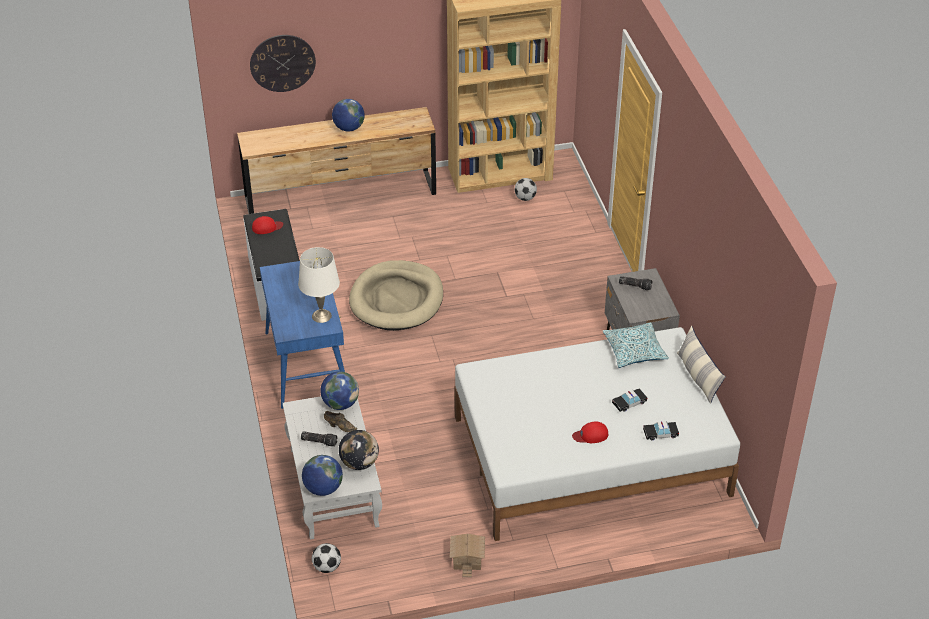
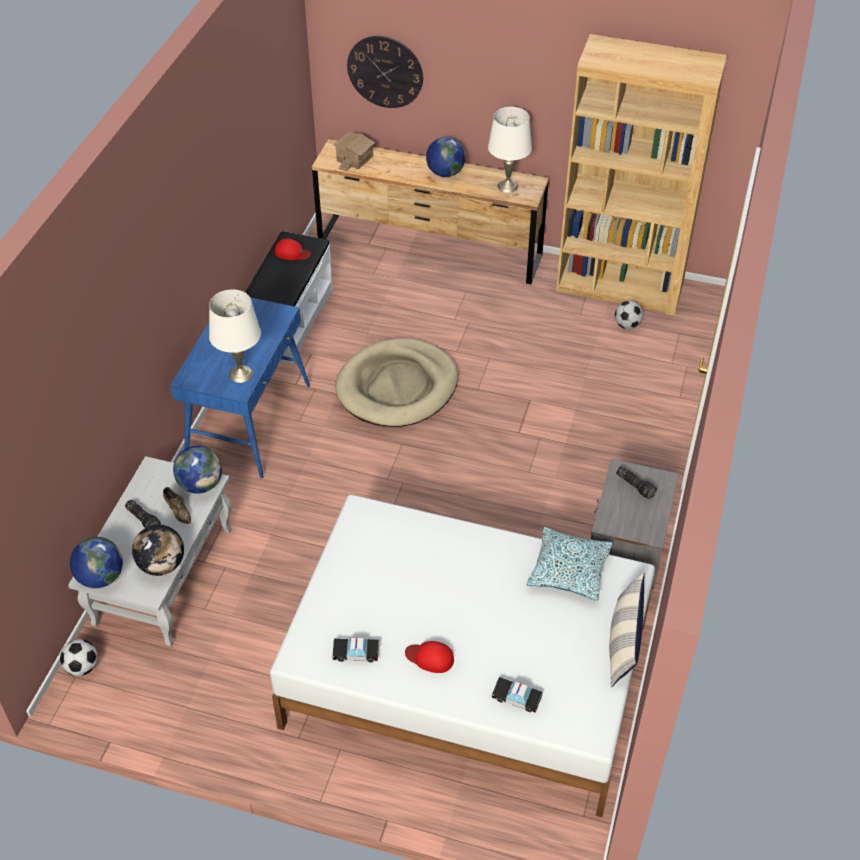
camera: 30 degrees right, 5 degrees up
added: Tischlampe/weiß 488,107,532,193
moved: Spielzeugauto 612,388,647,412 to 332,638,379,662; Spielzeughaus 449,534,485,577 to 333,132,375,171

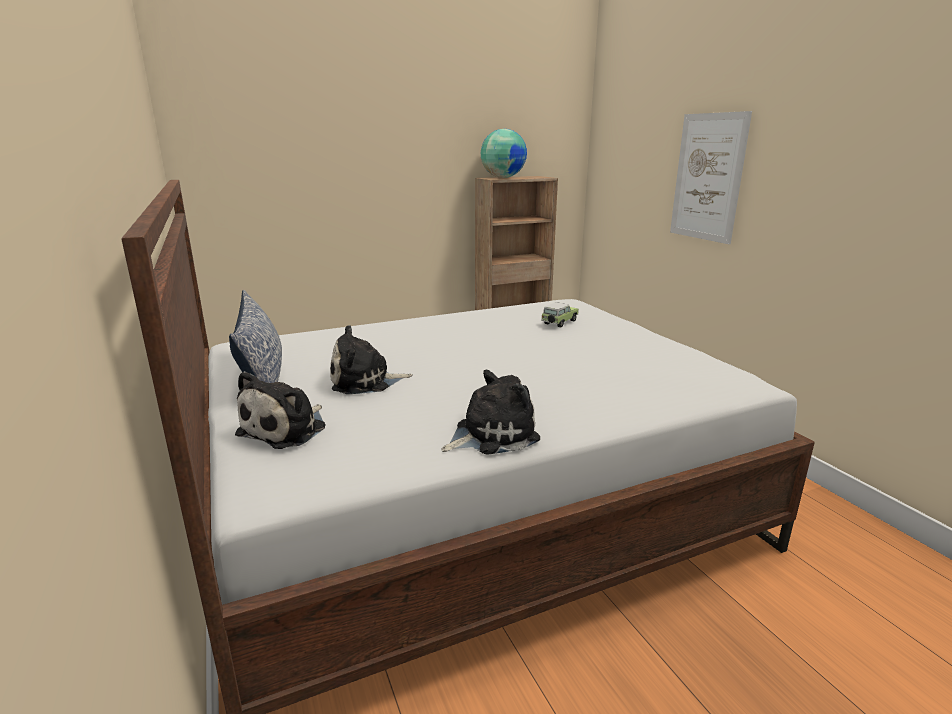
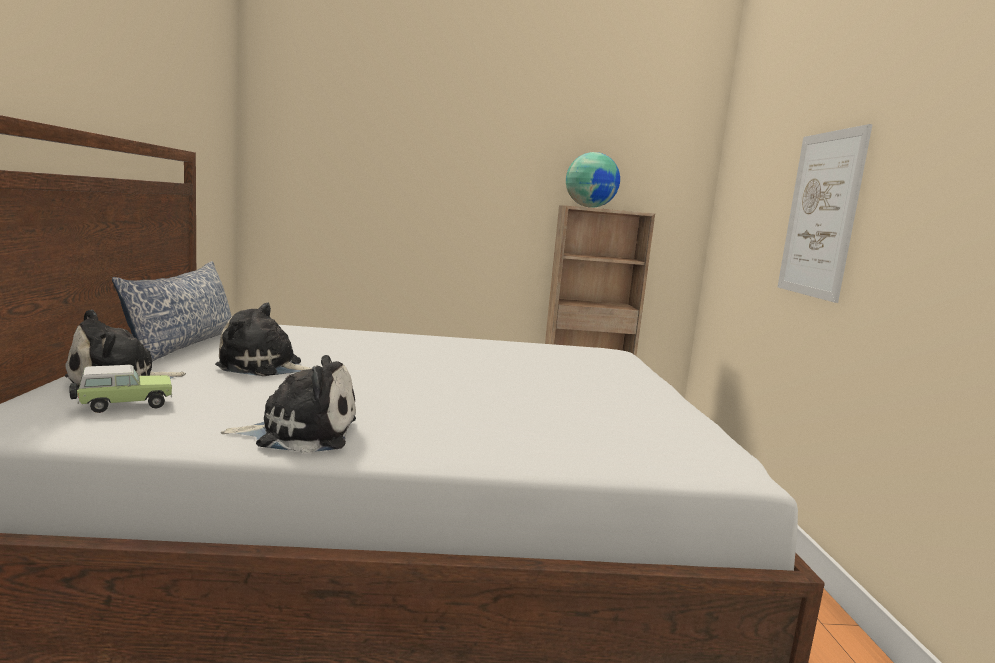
camera: 20 degrees right, 10 degrees down
moved: Spielzeugauto 541,302,579,328 to 70,365,172,413

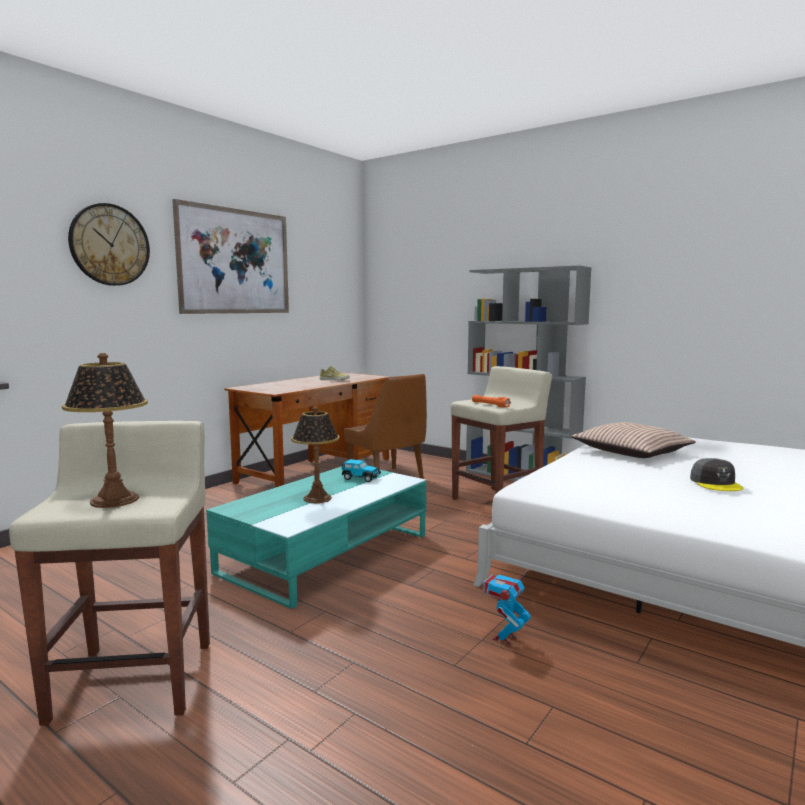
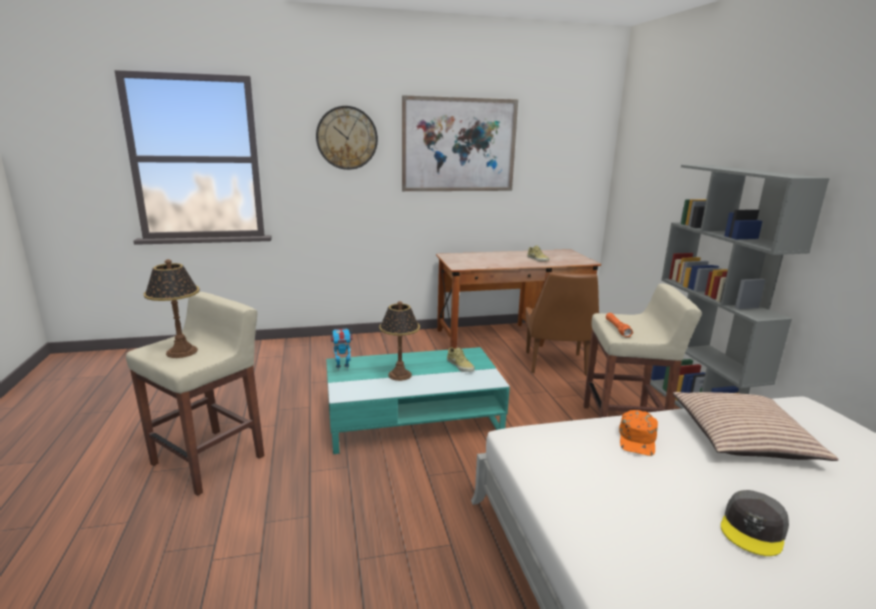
camera: 40 degrees right, 10 degrees up
added: Kappe/orange 619,410,658,456
moved: Spielzeugroboter 483,569,531,644 to 331,329,352,370
replaced: Spielzeugauto 342,459,381,482 to Schuh/beige 447,348,475,372

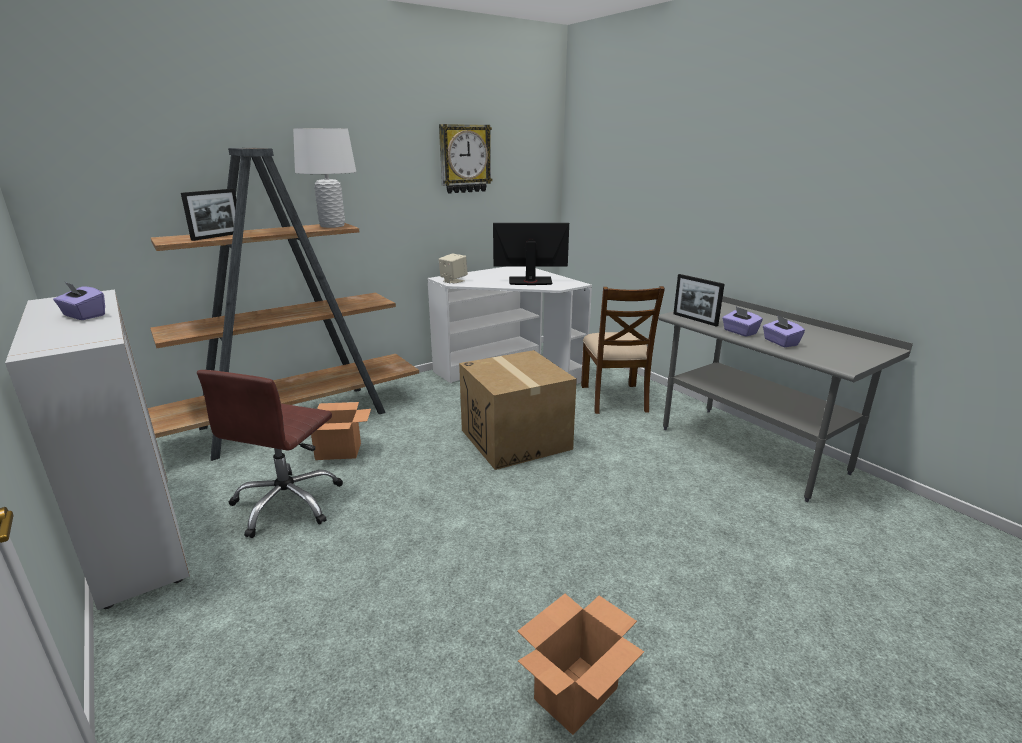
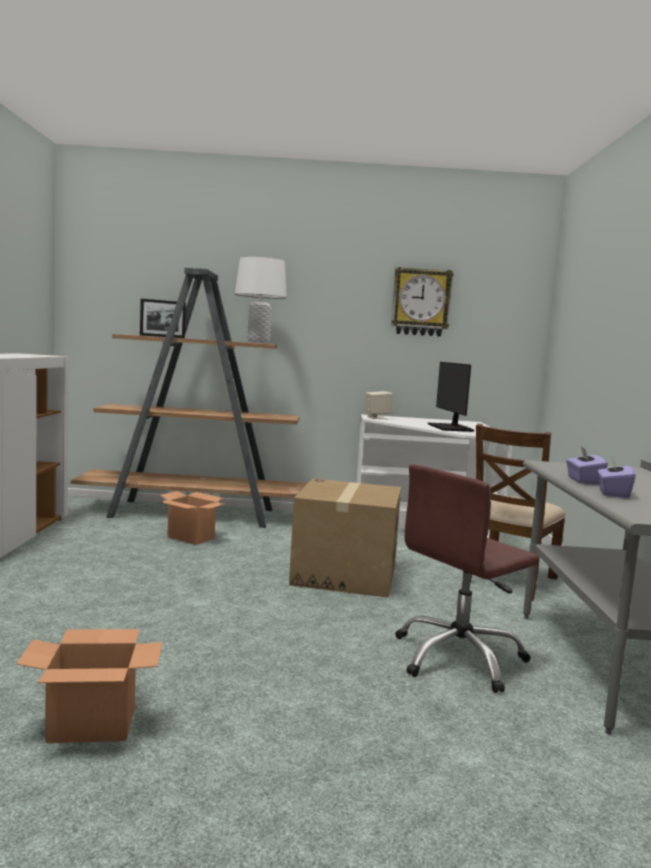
camera: 35 degrees right, 15 degrees down
removed: Taschentuchbox/lila 53,282,105,320; Bilderrahmen 673,274,725,327
moved: Bürostuhl/braun 197,370,343,538 to 395,464,540,693
turned: Monitor 493,223,569,285 = 427,362,474,432 135 degrees counterclockwise

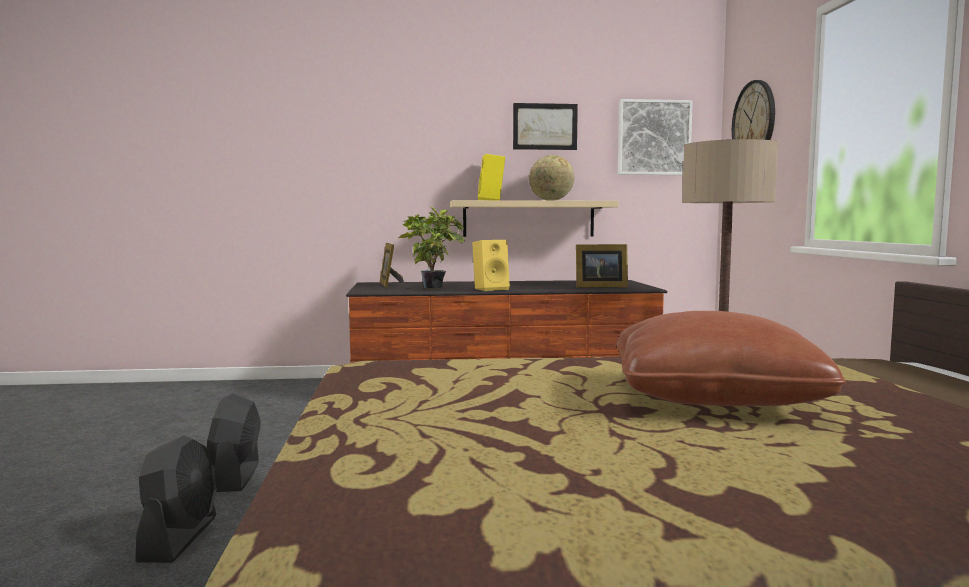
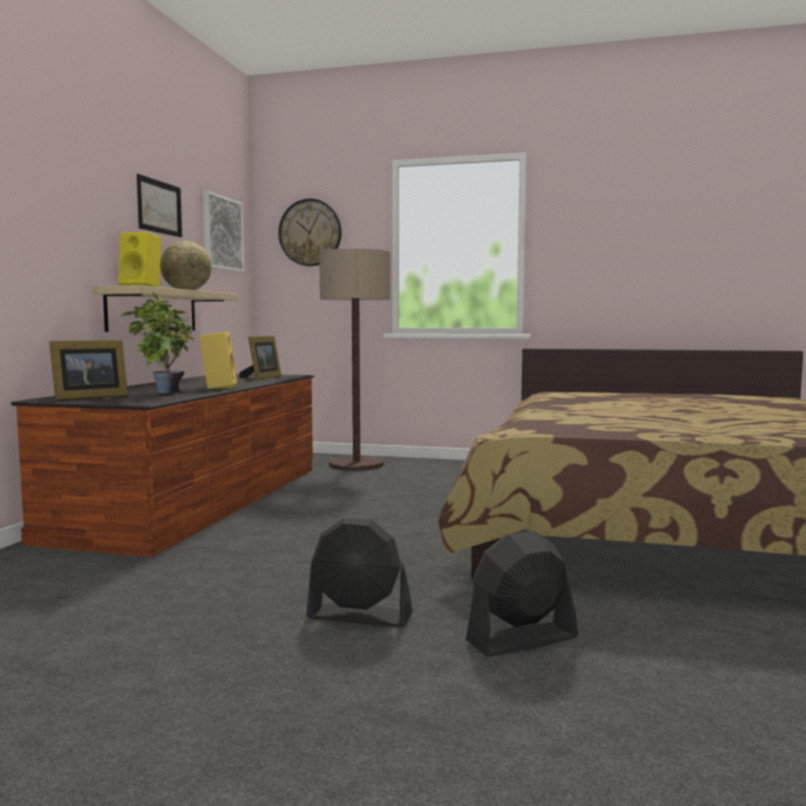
camera: 70 degrees left, 0 degrees up
removed: Kissen/braun 616,311,846,406
turned: Bilderrahmen 380,243,404,288 = 49,340,128,400 45 degrees counterclockwise; Ventilator/schwarz 135,435,217,563 = 466,531,578,657 45 degrees counterclockwise

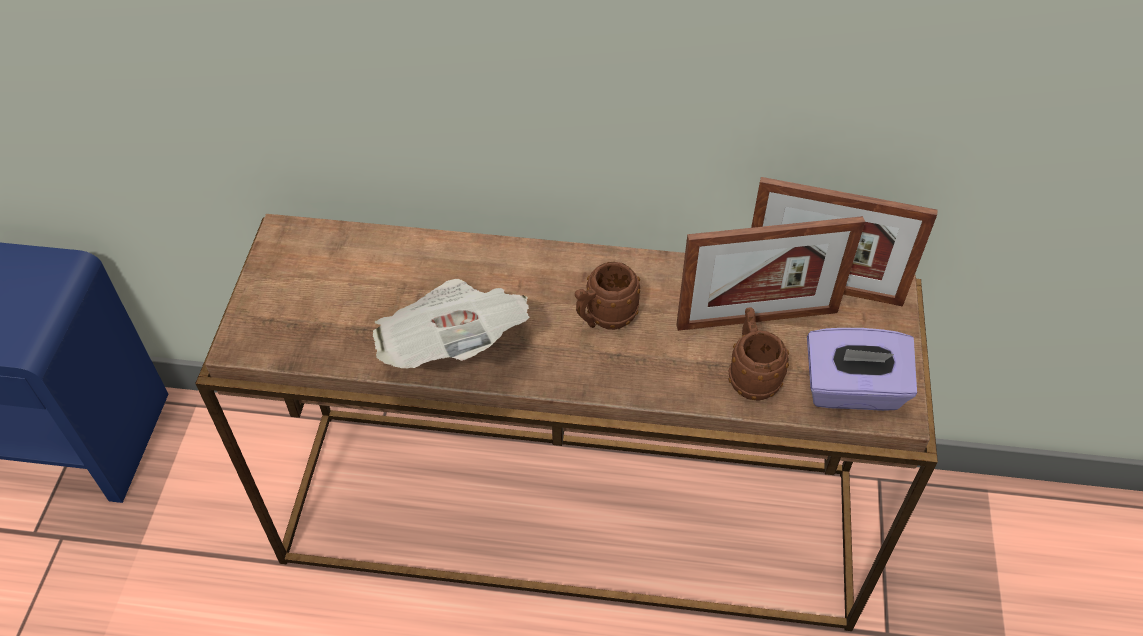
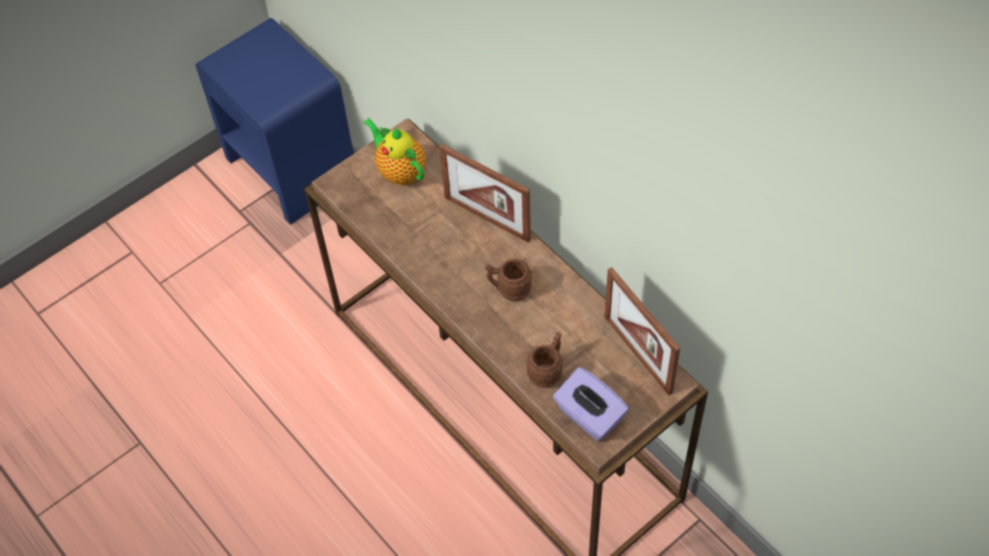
camera: 45 degrees right, 5 degrees up
removed: Zeitung 373,279,529,368
added: Teekanne 363,118,426,185
moved: Bilderrahmen 676,216,865,331 to 439,144,531,242

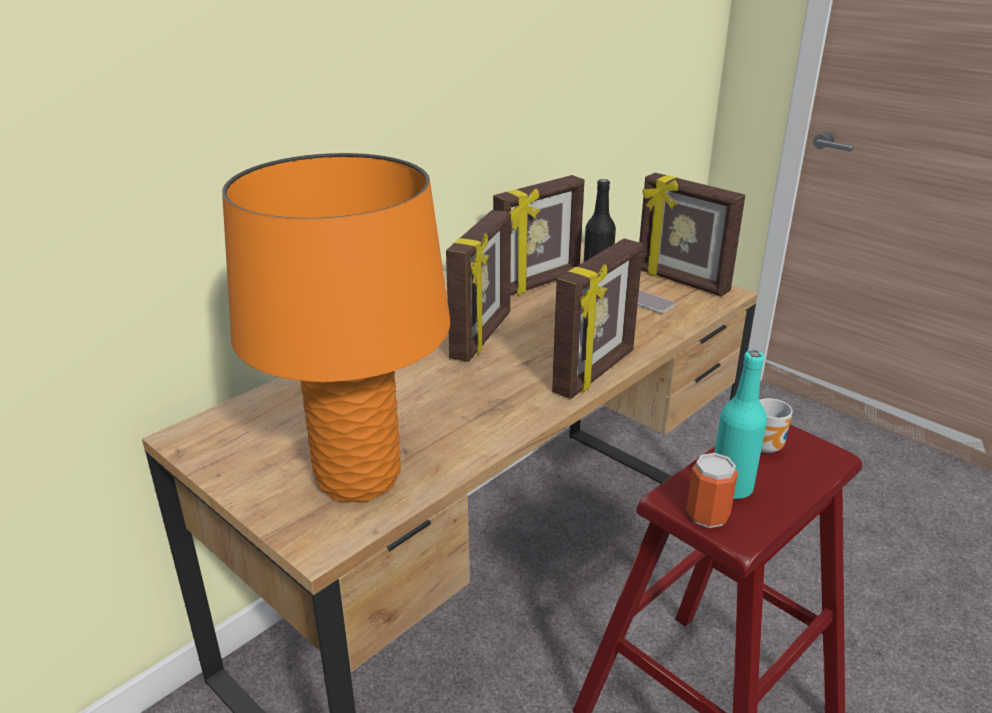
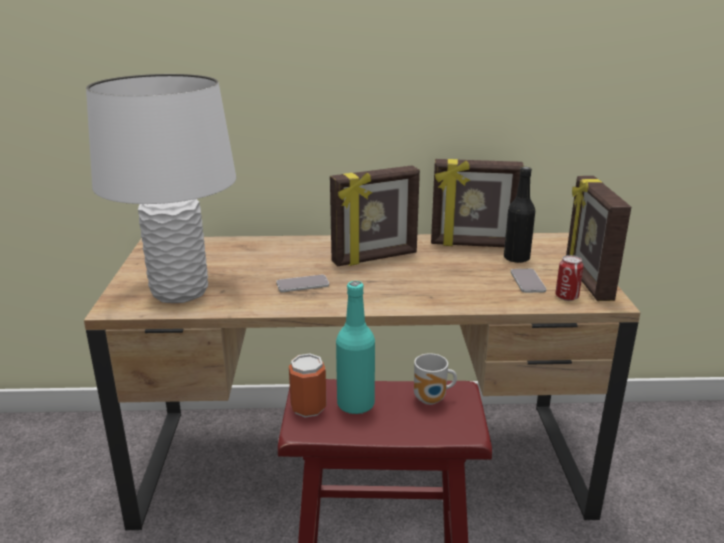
camera: 45 degrees right, 5 degrees down
removed: Bilderrahmen 552,239,643,399
added: Handy 276,275,329,292; Dose 555,255,583,301
recoloured: Tischlampe/orange 222,153,450,502 to Tischlampe/weiß 86,74,236,303

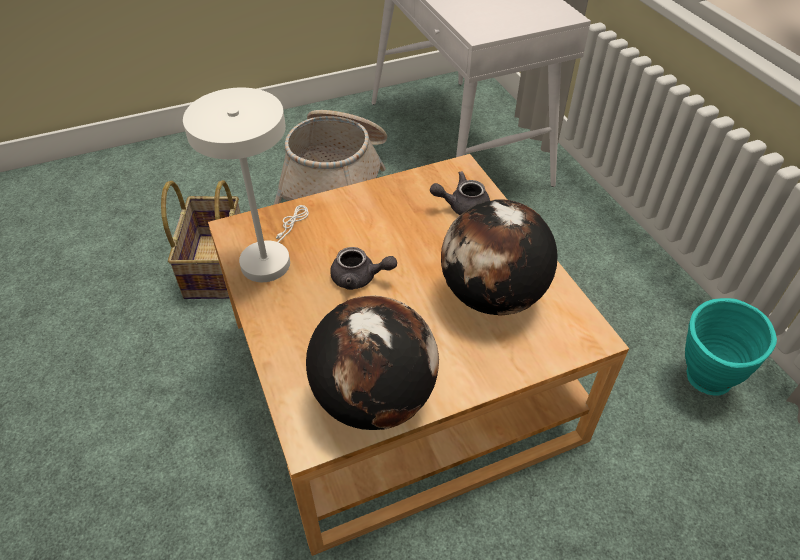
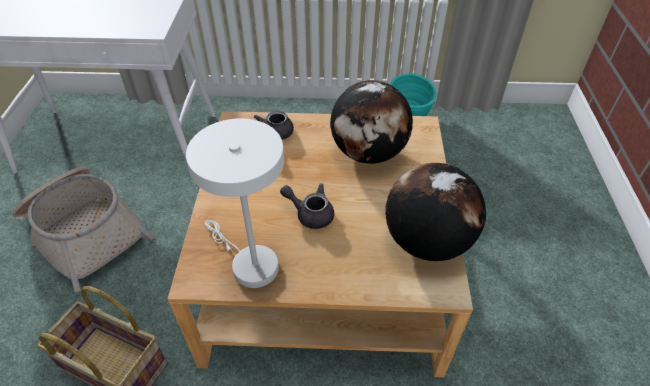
camera: 65 degrees left, 0 degrees up
turned: Teekanne/grau 330,247,397,290 = 280,183,334,229 105 degrees counterclockwise

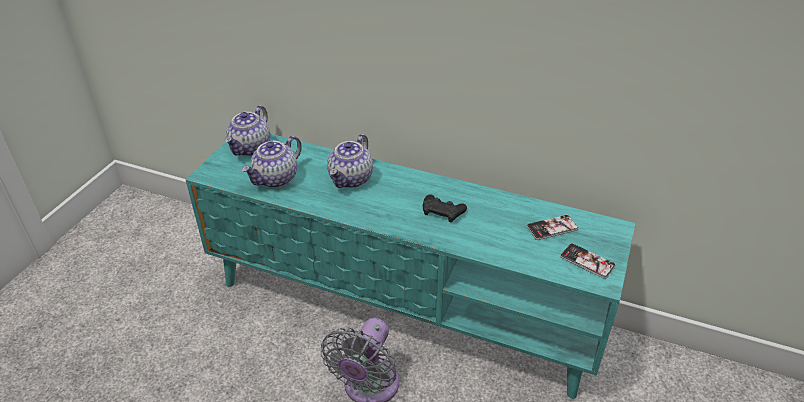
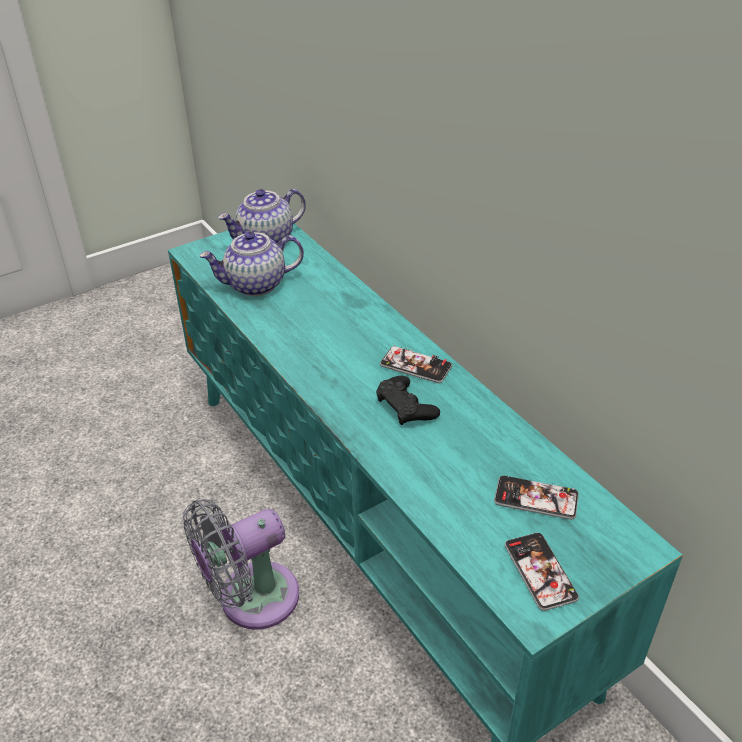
camera: 35 degrees right, 0 degrees up
removed: Teekanne 327,134,373,188
added: Handy 380,345,452,383

